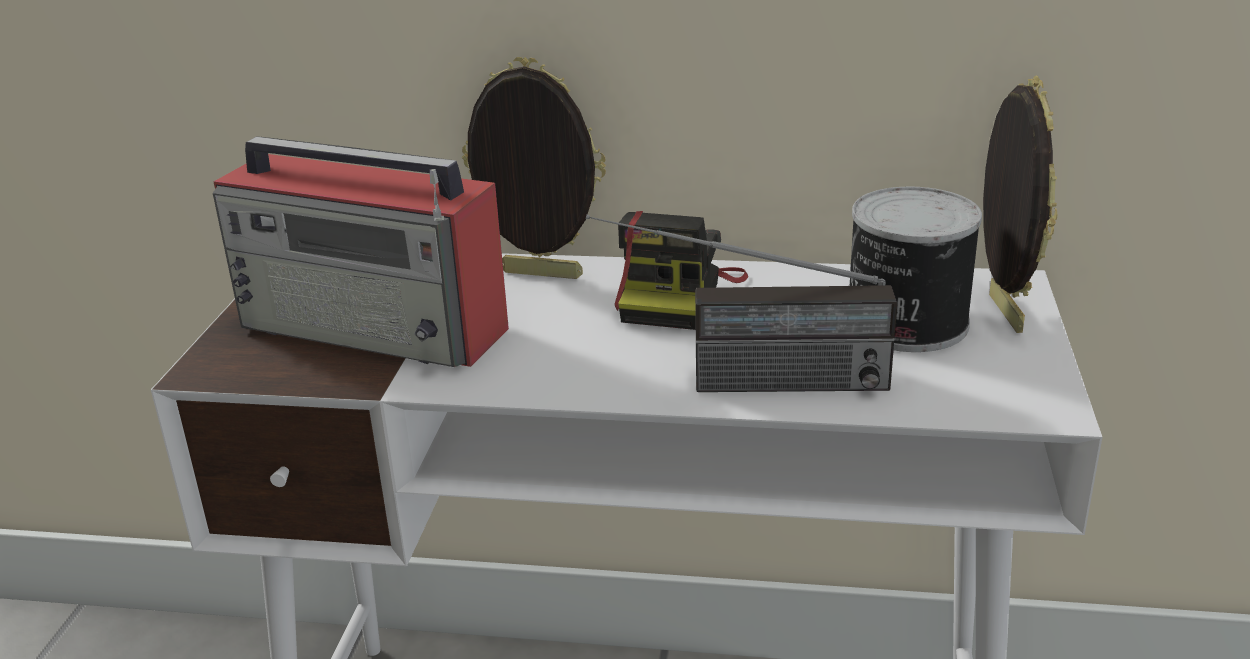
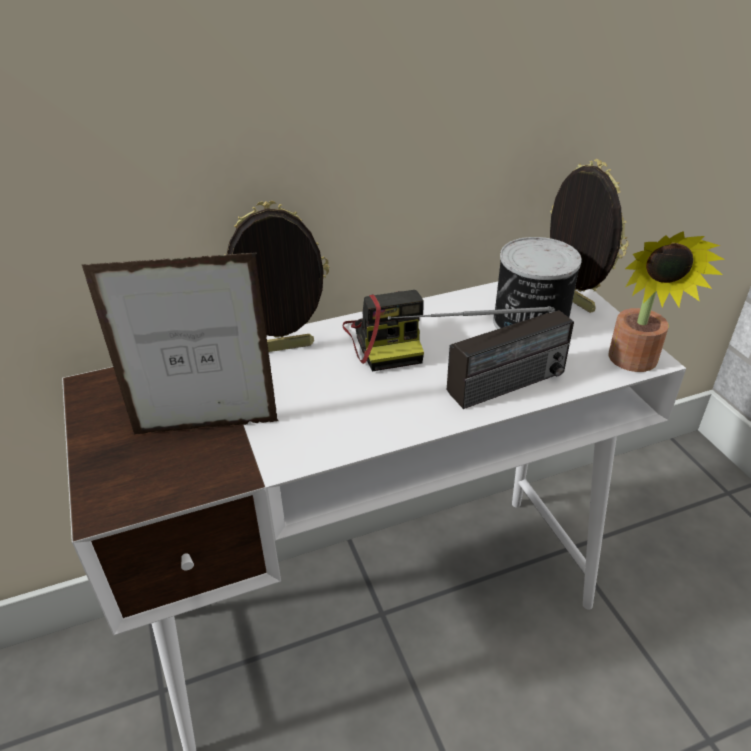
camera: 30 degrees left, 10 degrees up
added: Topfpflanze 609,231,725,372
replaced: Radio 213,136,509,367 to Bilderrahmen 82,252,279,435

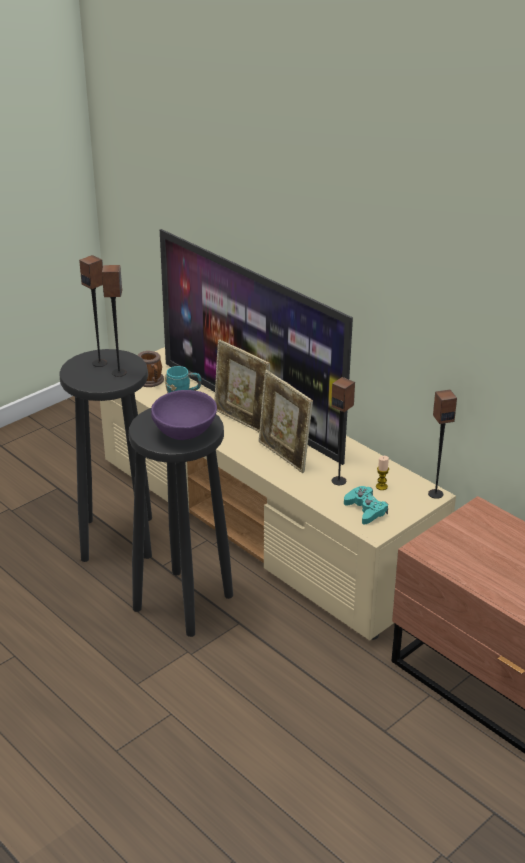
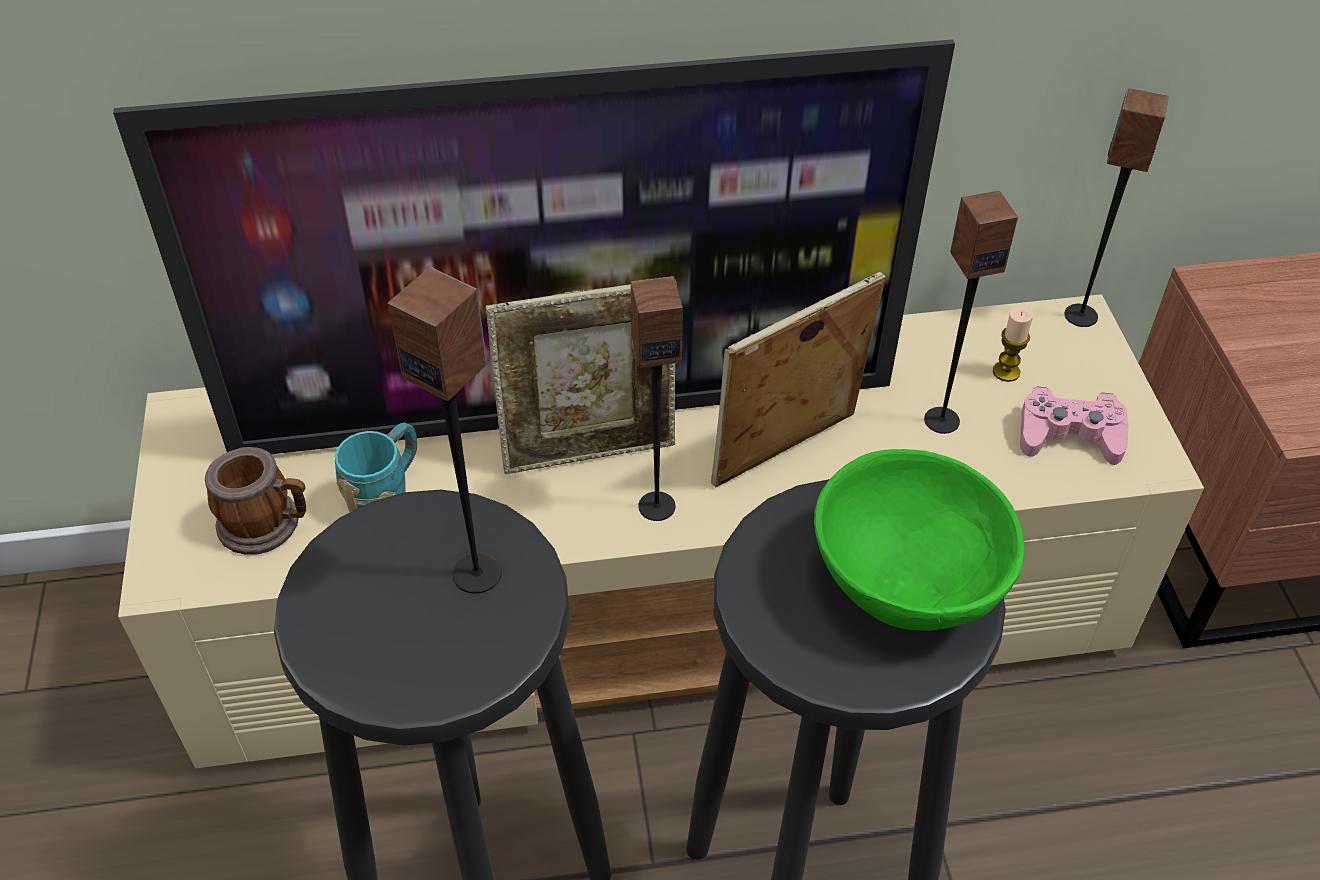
camera: 55 degrees left, 15 degrees up
moved: Lautsprecher 79,255,107,367 to 631,276,683,521
recoloured: Schüssel/lila 151,390,217,440 to Schüssel/grün 814,449,1025,631; Gamepad/türkis 344,486,388,525 to Gamepad/rosa 1020,387,1129,465
turned: Bilderrahmen 258,370,313,473 = 711,272,885,487 150 degrees clockwise

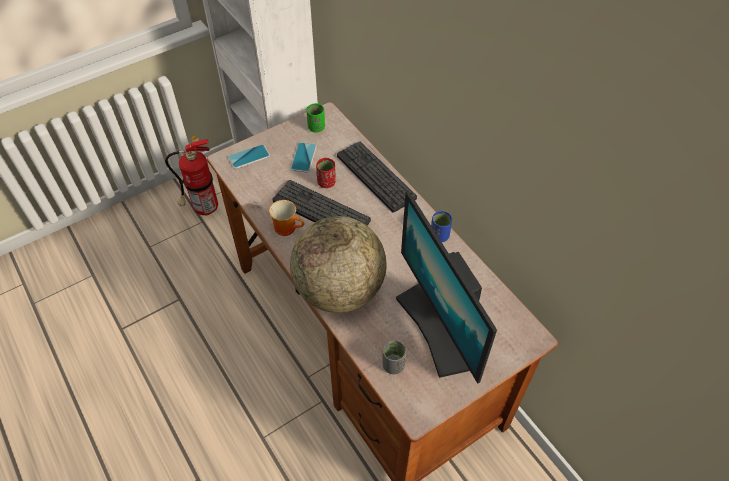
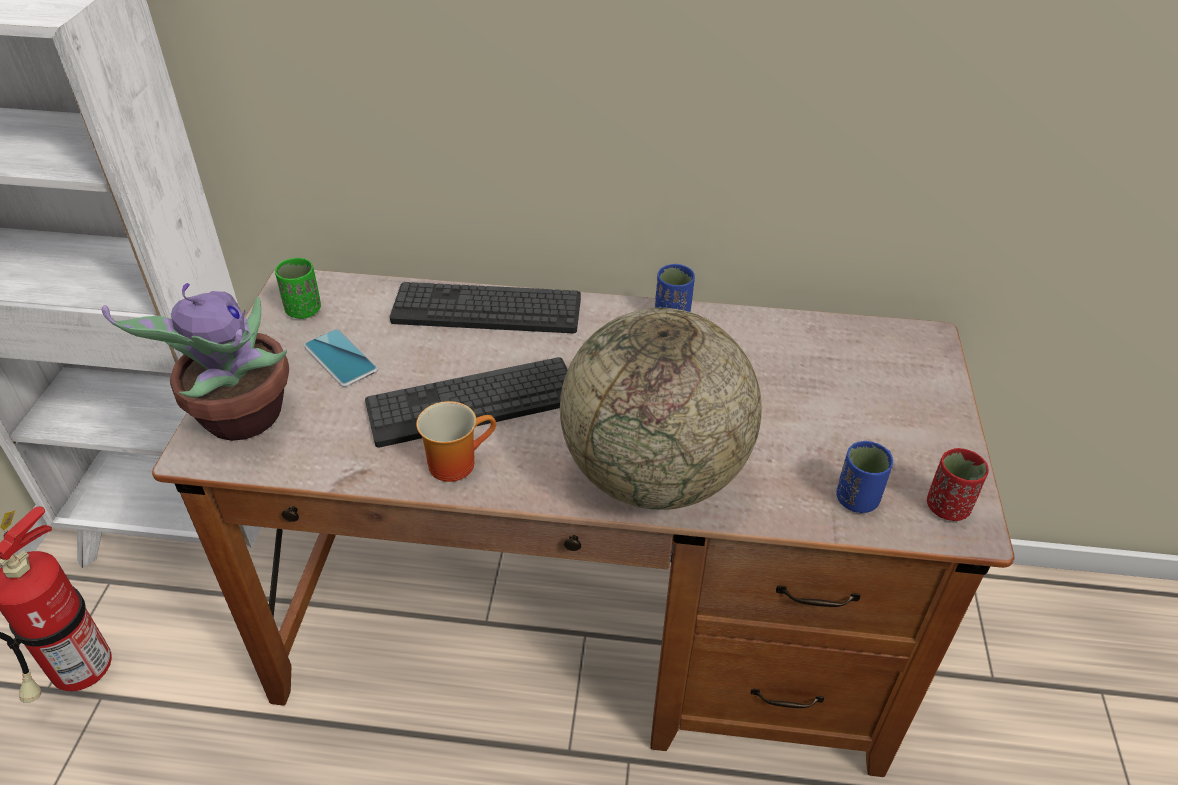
camera: 50 degrees left, 10 degrees down
removed: Monitor 396,191,497,384
moved: Tasse/rot 316,158,336,188 to 927,448,989,521
replaced: Handy 228,144,270,169 to Topfpflanze 102,283,289,441
recoloured: Tasse/grau 383,340,406,374 to Tasse/blau 836,441,894,513

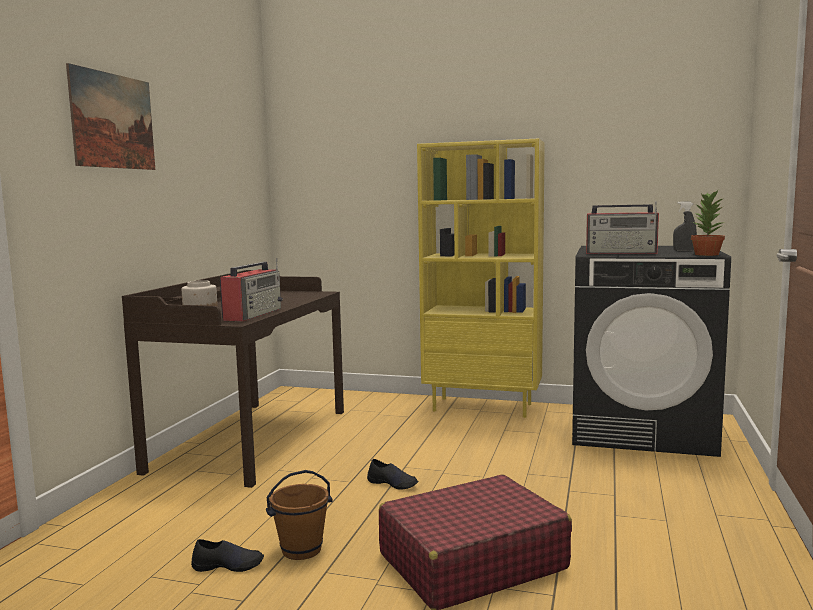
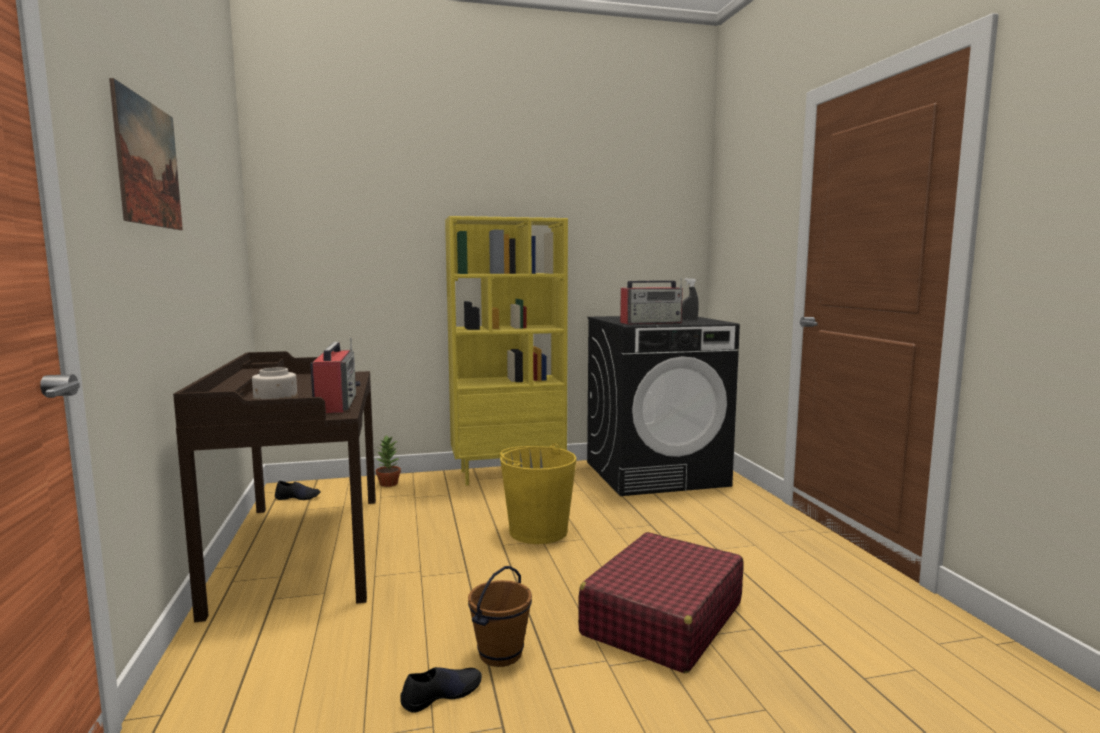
camera: 30 degrees left, 0 degrees up
added: Eimer/gelb 500,444,577,544
moved: Schuh/schwarz 367,459,418,490 to 275,481,321,500; Topfpflanze 691,190,725,256 to 376,435,401,487

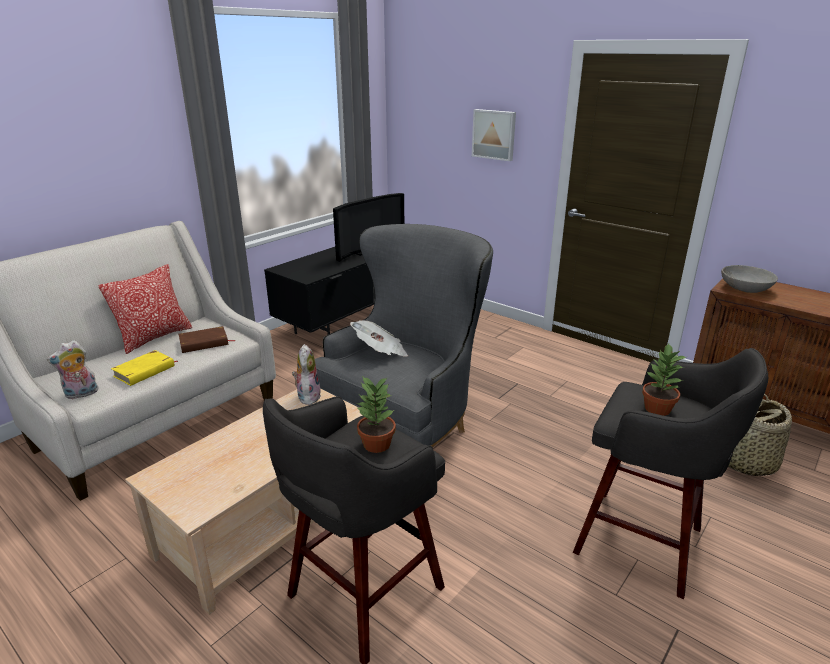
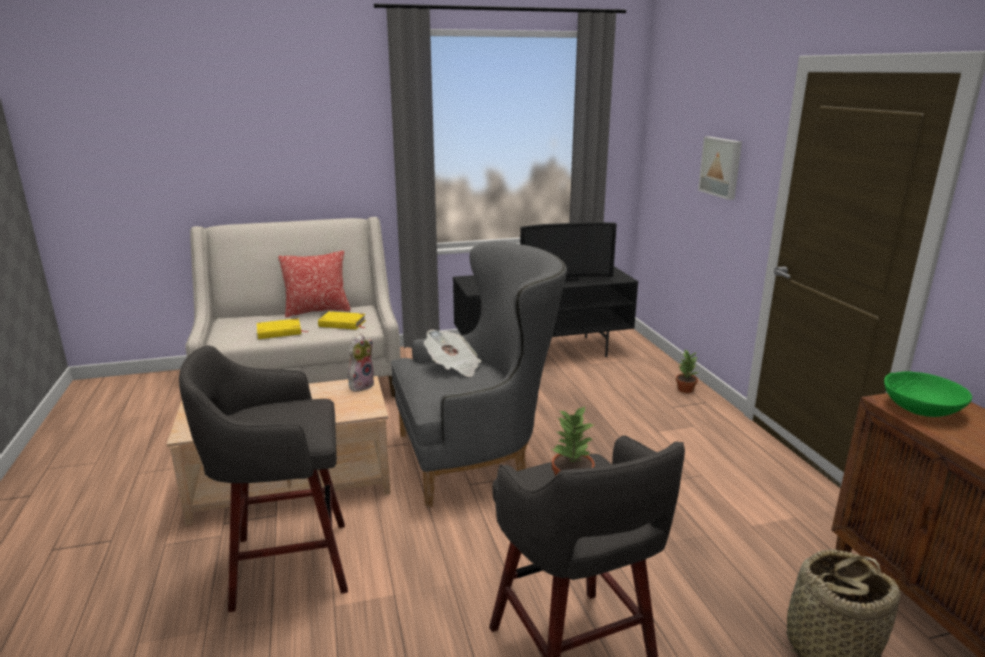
camera: 35 degrees right, 5 degrees down
removed: Plüschtier 47,340,99,399
moved: Topfpflanze 356,376,396,453 to 676,350,699,393
recoloured: Buch/braun 179,326,235,353 to Buch/gelb 318,311,366,330; Schüssel/grau 721,265,778,293 to Schüssel/grün 884,371,972,417

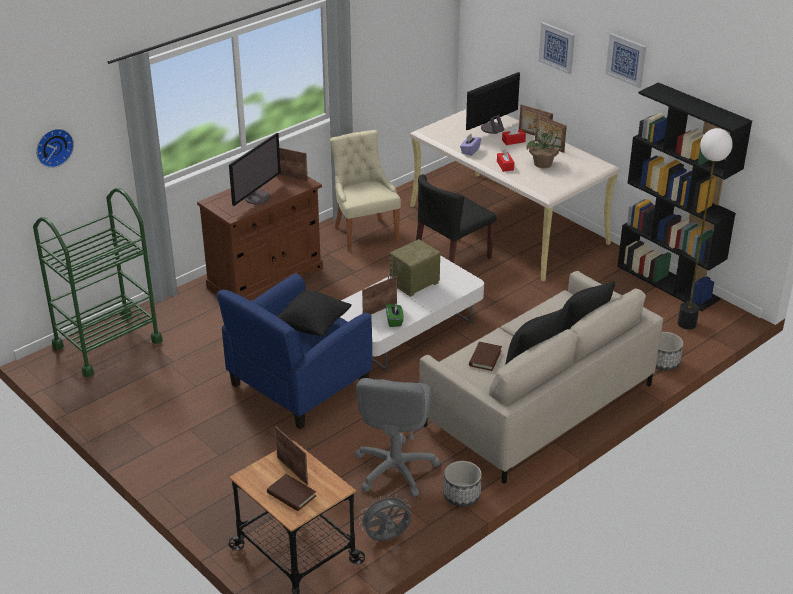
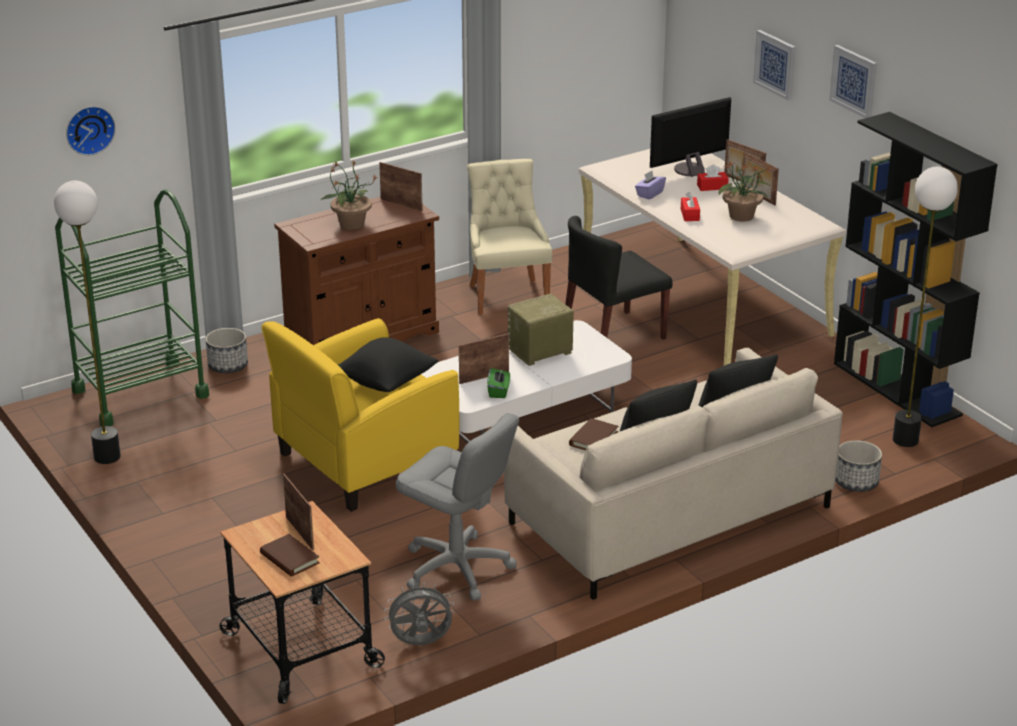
camera: 10 degrees right, 5 degrees down
added: Stehlampe 54,181,121,464
moved: Pflanzkübel 444,461,482,507 to 206,328,248,373
replaced: Monitor 229,133,281,206 to Topfpflanze 321,161,378,230
recoloured: Sessel/blau 216,273,372,429 to Sessel/gelb 261,318,459,512
turned: Bürostuhl/grau 355,378,441,497 = 396,413,519,601 75 degrees counterclockwise

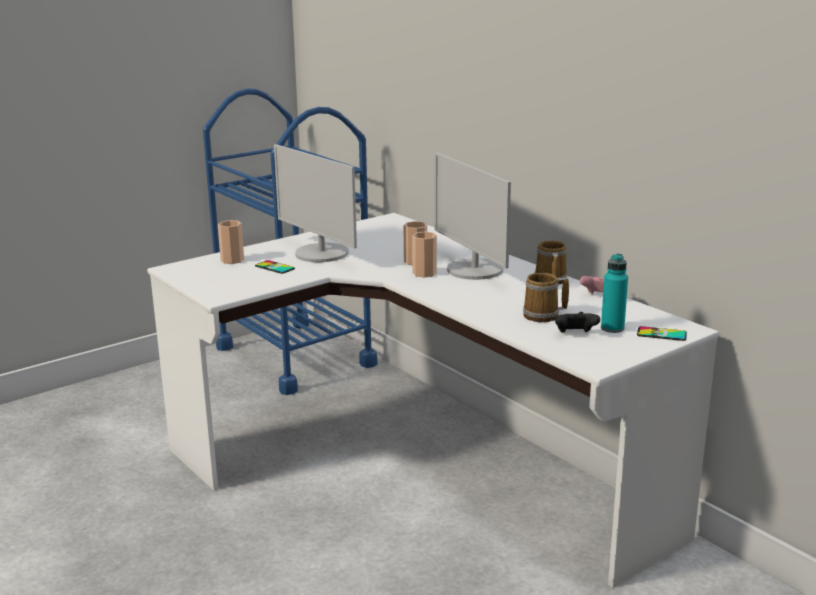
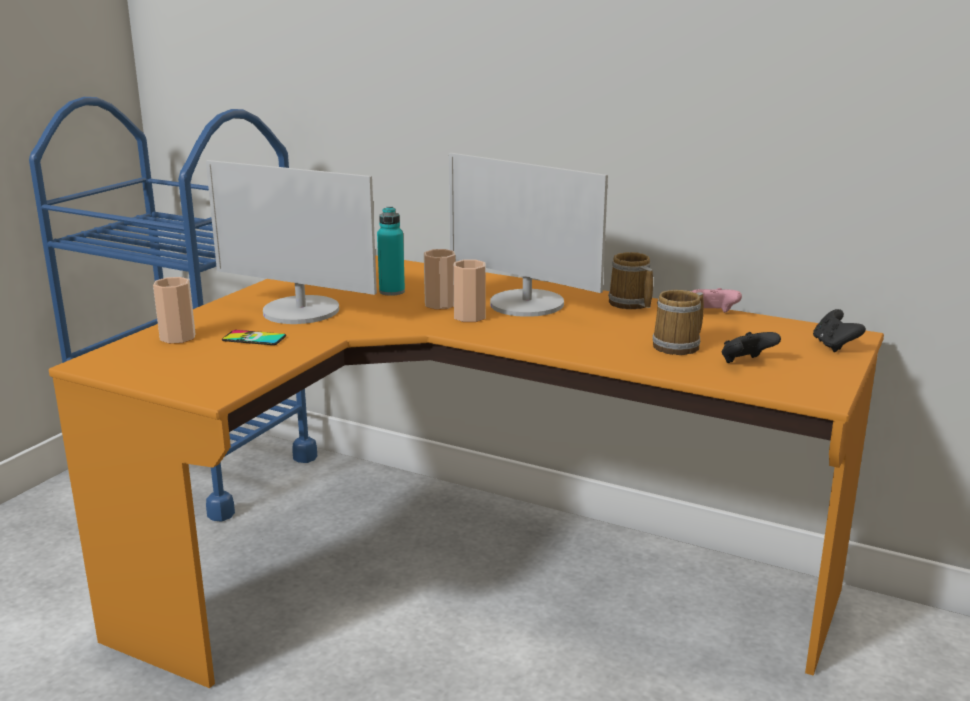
camera: 25 degrees left, 0 degrees up
moved: Flasche/türkis 601,254,628,333 to 377,207,405,296
replaced: Handy 637,326,687,341 to Gamepad/schwarz 813,309,866,352
recoloured: Schreibtisch/weiß 147,213,719,588 to Schreibtisch/orange 49,256,884,688

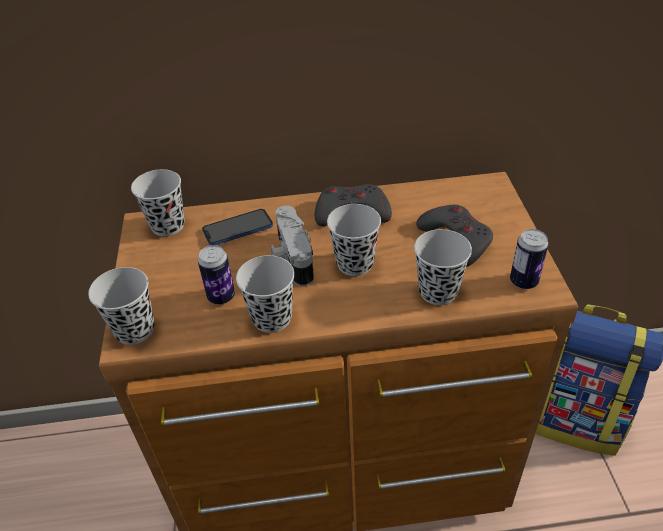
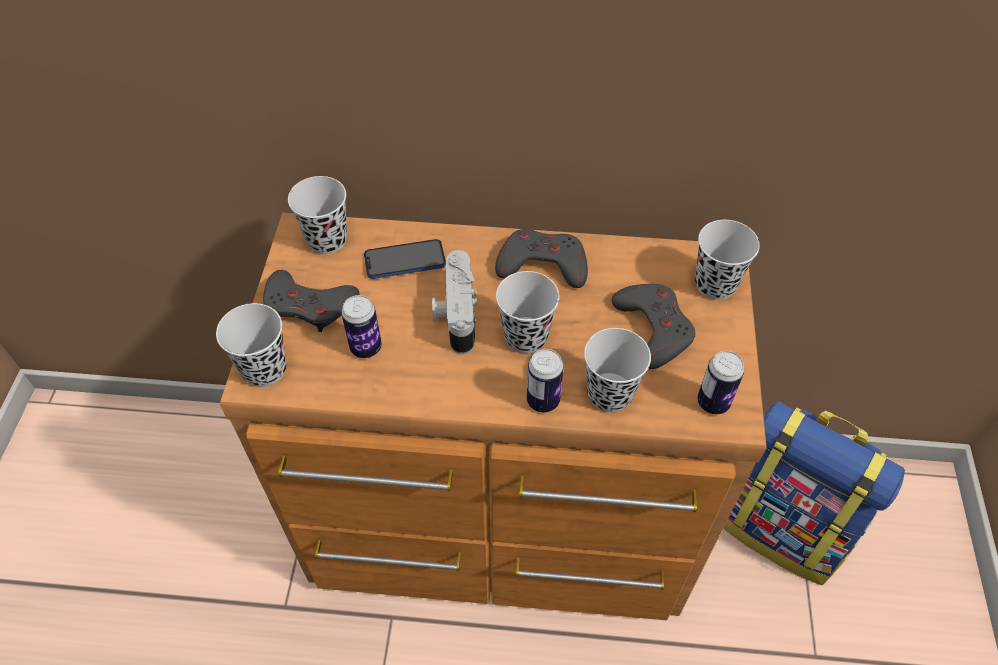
camera: 10 degrees right, 10 degrees up
added: Gamepad/grau 263,270,360,332; Dose 527,349,564,412
moved: Tasse/schwarz 236,255,295,333 to 695,220,760,300

